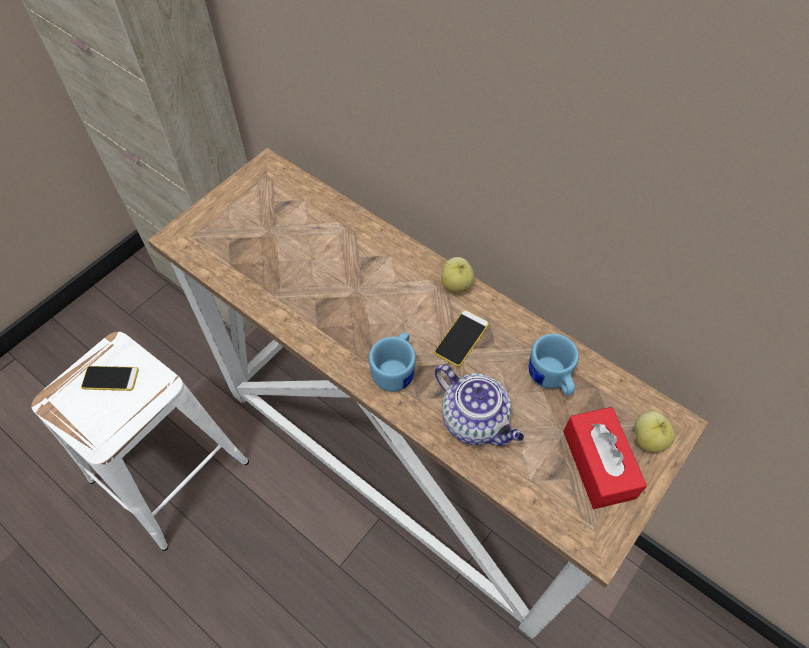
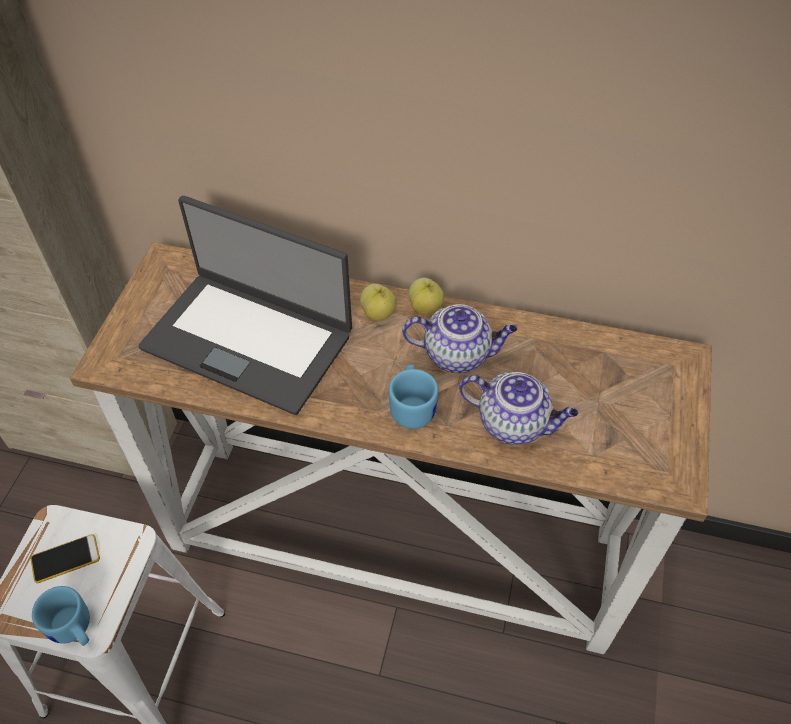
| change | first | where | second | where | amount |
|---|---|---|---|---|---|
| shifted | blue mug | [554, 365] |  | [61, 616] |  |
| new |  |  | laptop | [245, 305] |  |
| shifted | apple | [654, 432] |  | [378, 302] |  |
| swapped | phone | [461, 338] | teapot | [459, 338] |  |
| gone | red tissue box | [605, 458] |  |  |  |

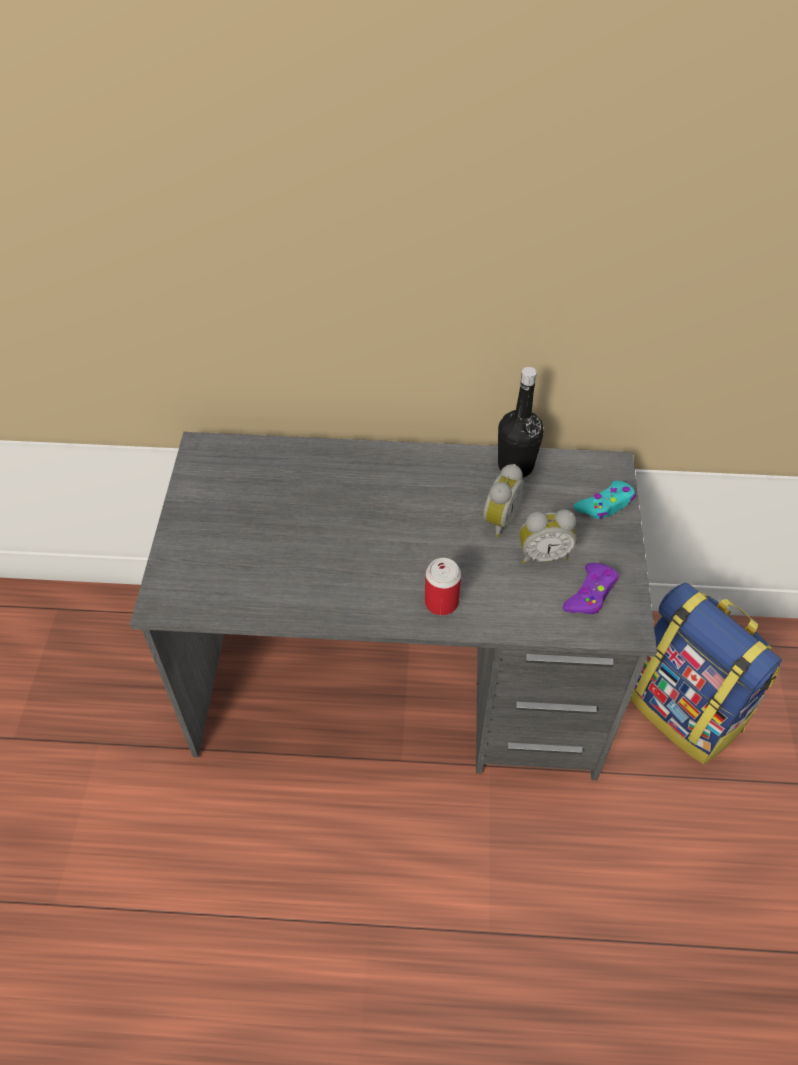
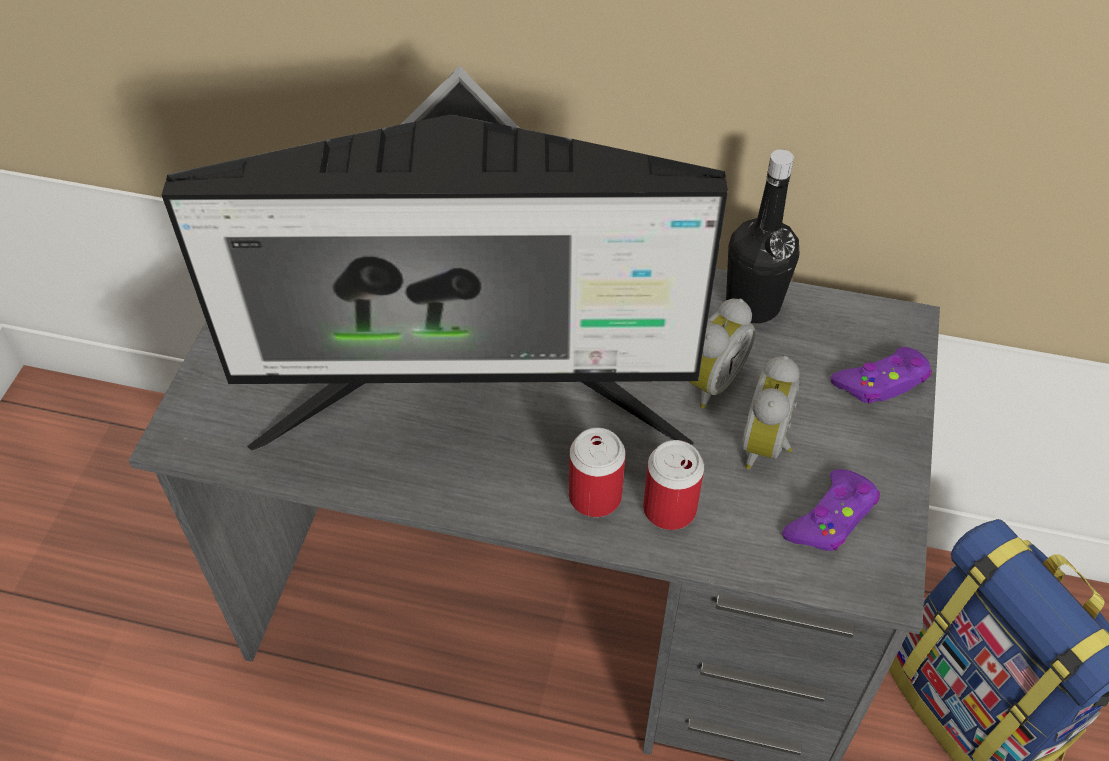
| change | first | where | second | where | amount |
|---|---|---|---|---|---|
| new |  |  | monitor | [445, 258] |  |
| new |  |  | can | [673, 485] |  |
| rotated | alarm clock | [548, 537] |  | [770, 412] | 105 degrees clockwise |
| repainted | turquoise game controller | [605, 500] | purple game controller | [881, 375] |  |

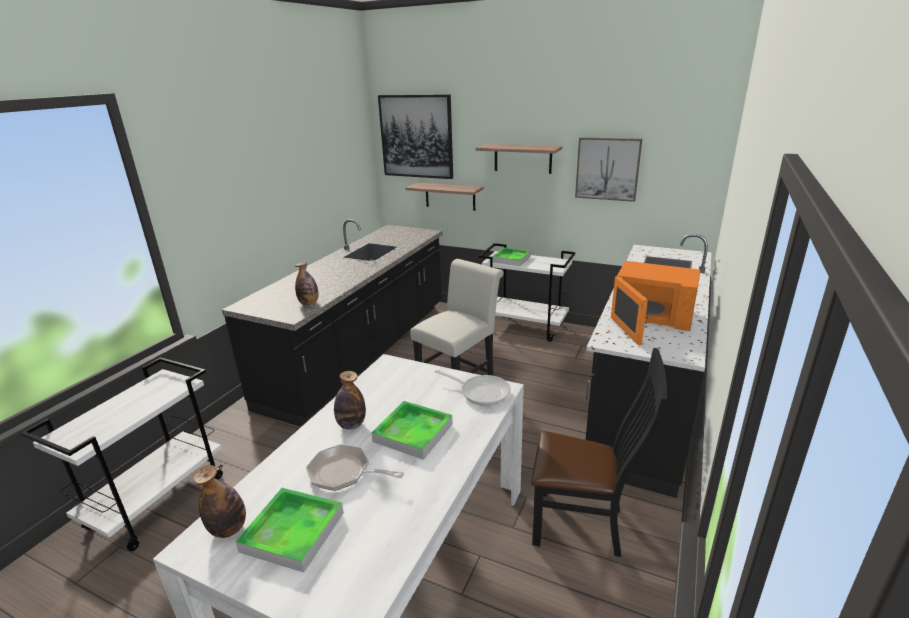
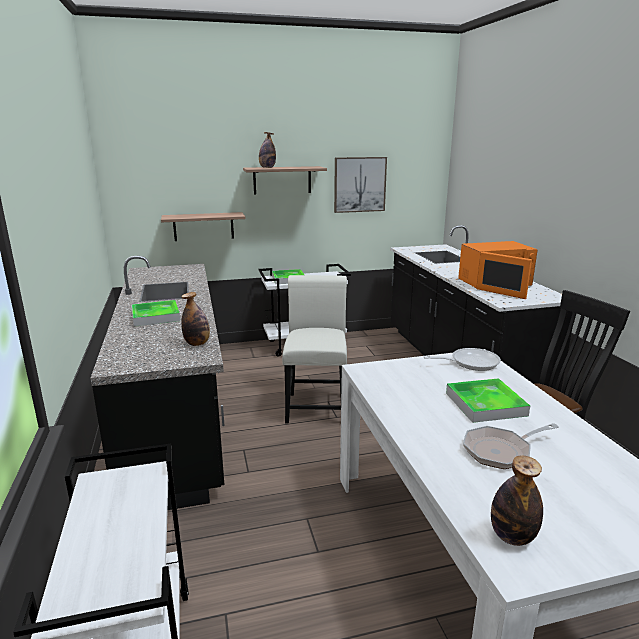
| change | first | where | second | where | amount |
|---|---|---|---|---|---|
| shifted | tray | [289, 530] |  | [156, 313] |  |
| shifted | bottle | [350, 400] |  | [267, 150] |  |
| gone | picture | [415, 136] |  |  |  |

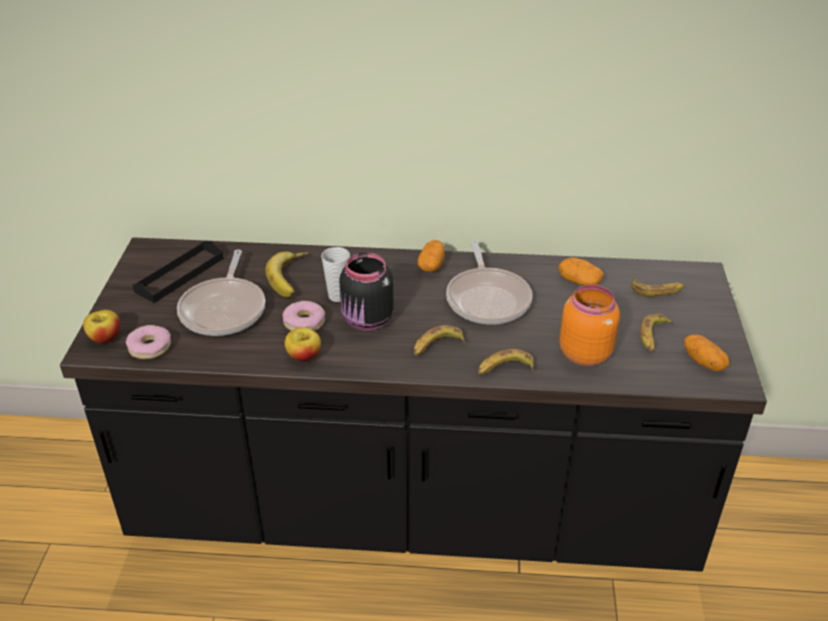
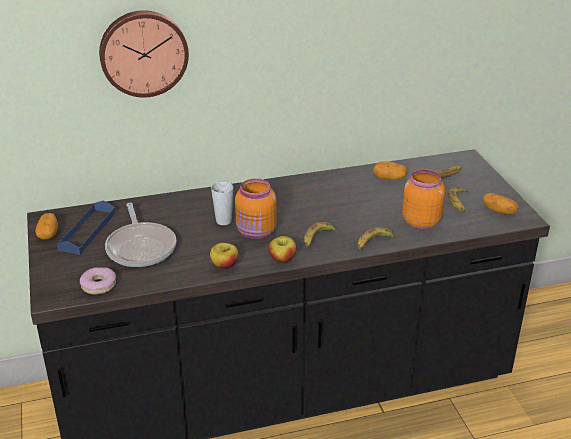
| change | first | where | second | where | amount |
|---|---|---|---|---|---|
| shifted | potato | [431, 256] |  | [46, 226] |  |
| repainted | black tray | [178, 272] | blue tray | [86, 227] |  |
| new |  |  | wall clock | [144, 53] |  |
| repainted | black jar | [367, 292] | orange jar | [256, 209] |  |
| shifted | apple | [101, 327] |  | [283, 249] |  |
| gone | banana | [287, 274] |  |  |  |
| gone | donut | [304, 316] |  |  |  |
| gone | frying pan | [489, 283] |  |  |  |

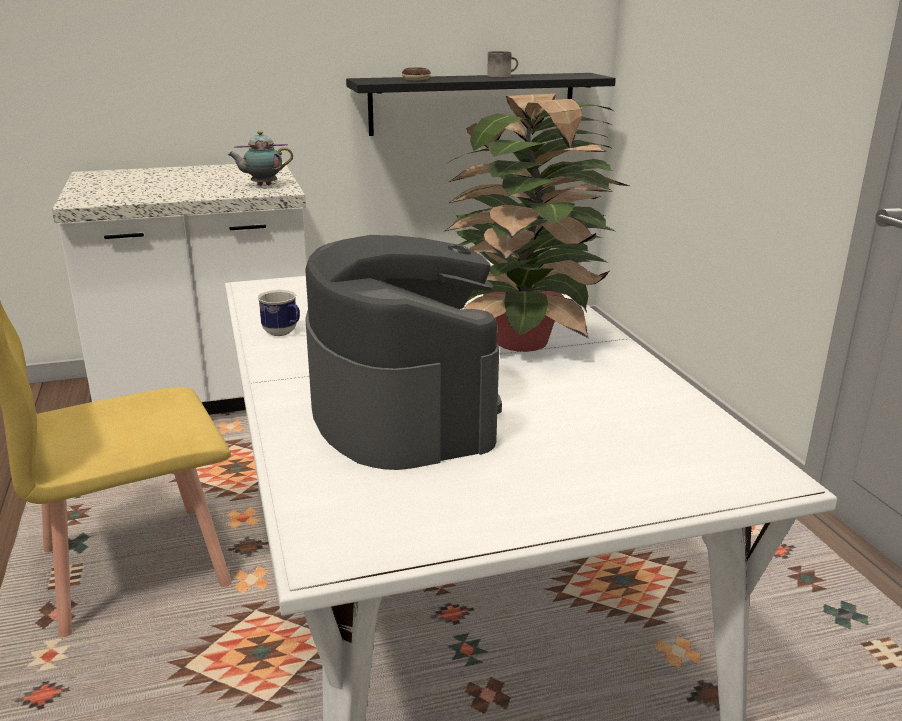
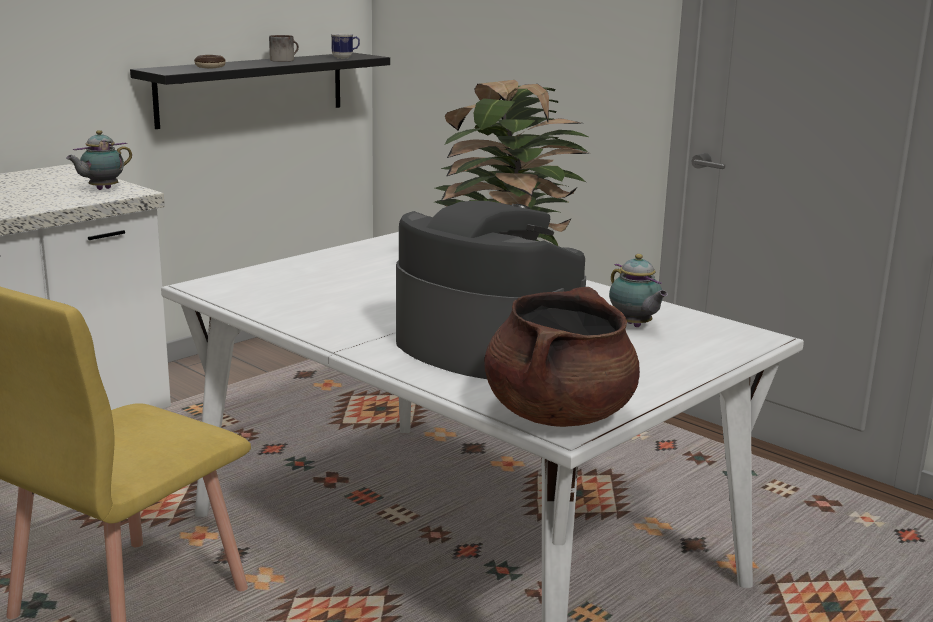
| change | first | where | second | where | amount |
|---|---|---|---|---|---|
| shifted | mug | [279, 313] |  | [345, 46] |  |
| new |  |  | brown cooking pot | [562, 357] |  |
| new |  |  | teapot | [638, 290] |  |

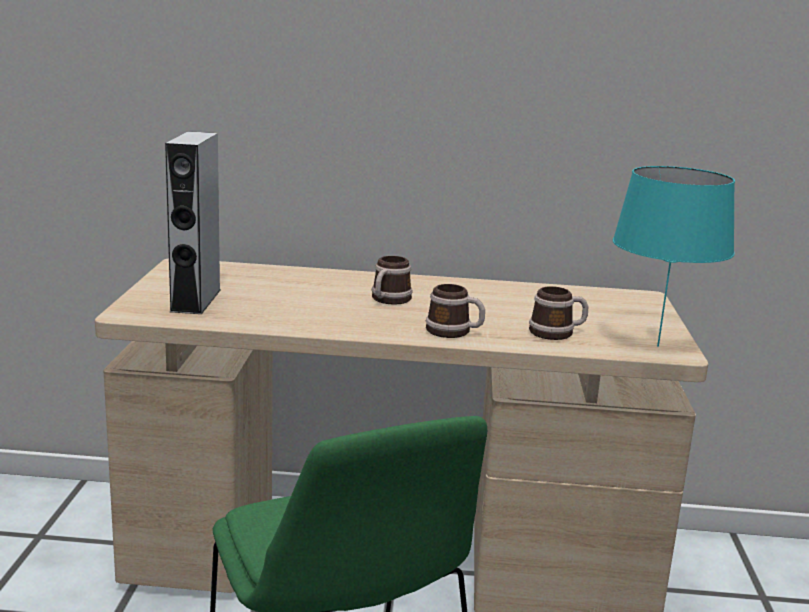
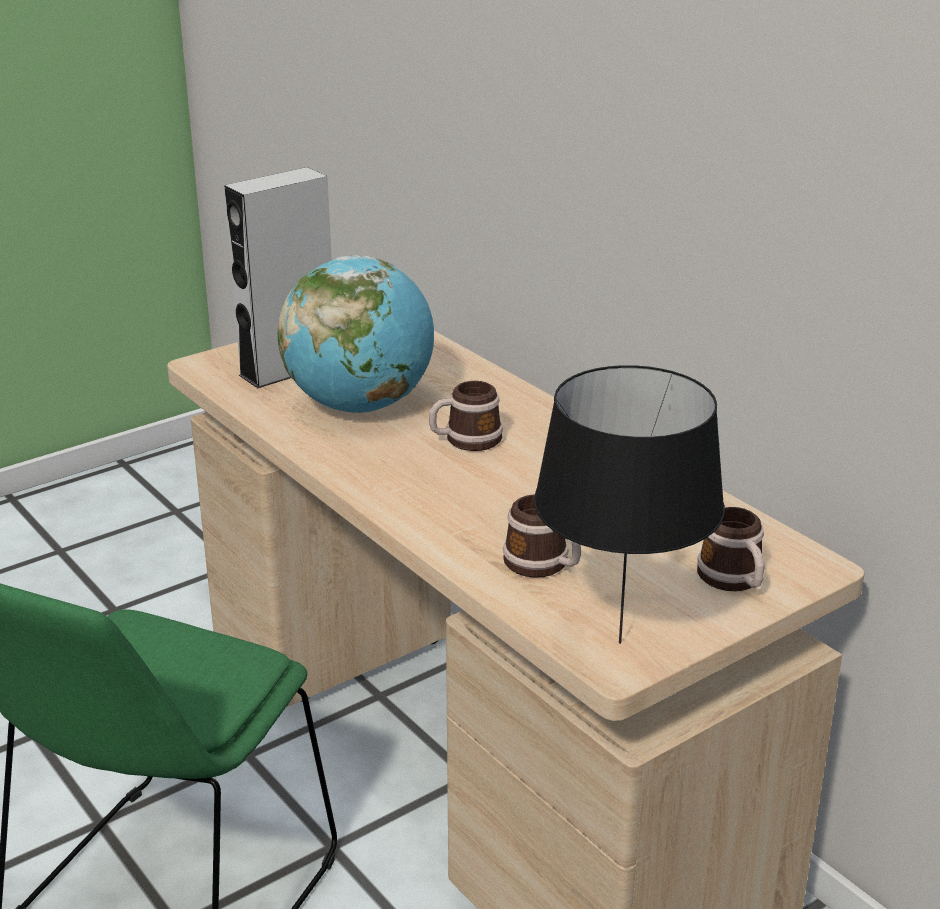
| change | first | where | second | where | amount |
|---|---|---|---|---|---|
| new |  |  | globe | [356, 334] |  |
| repainted | turquoise table lamp | [674, 256] | black table lamp | [629, 504] |  |
| shifted | mug | [455, 311] |  | [731, 549] |  |

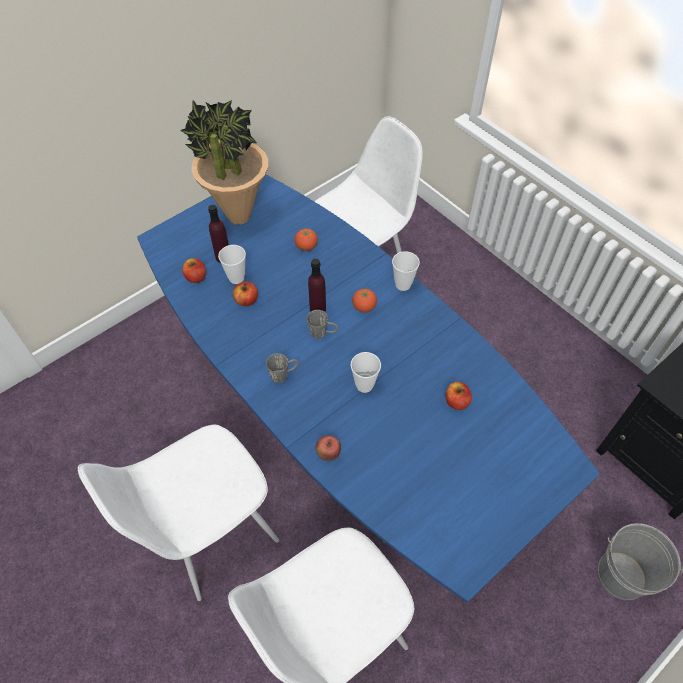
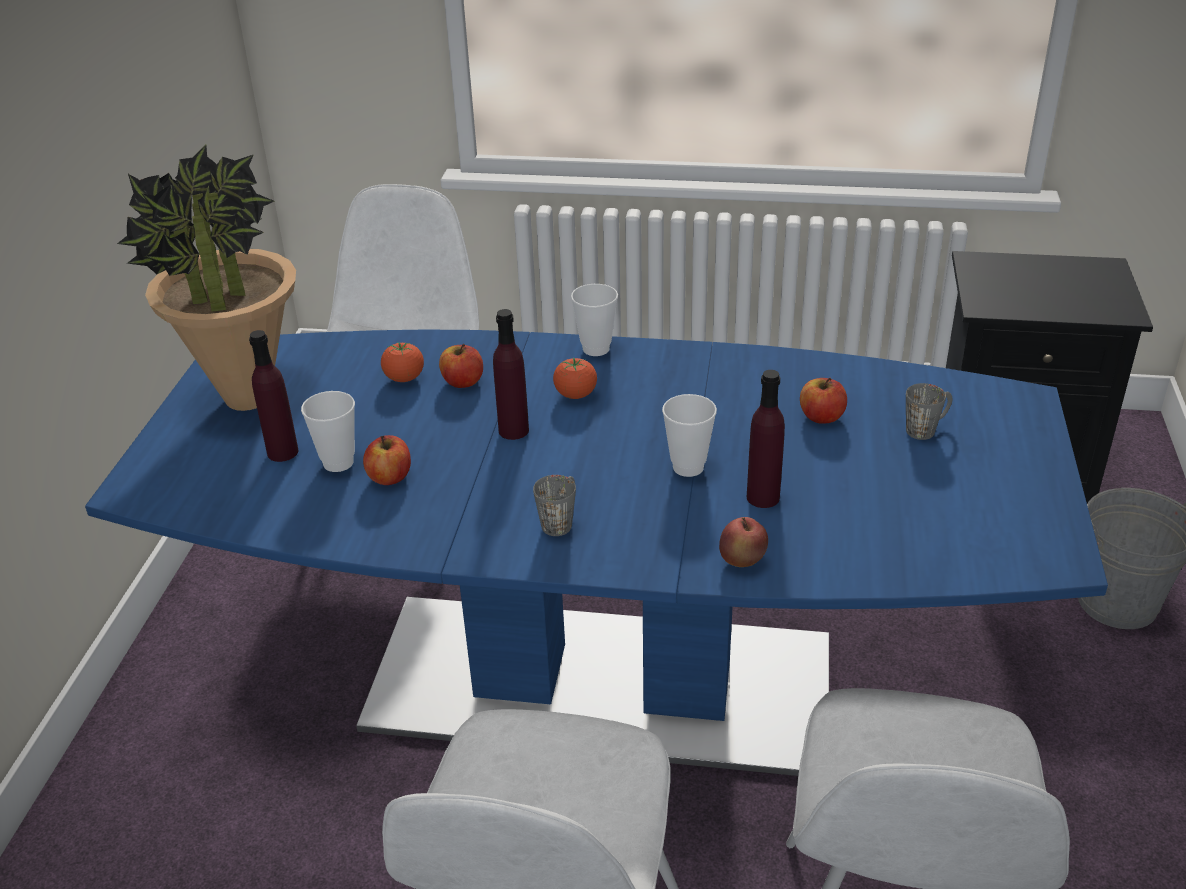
| change | first | where | second | where | amount |
|---|---|---|---|---|---|
| shifted | apple | [194, 270] |  | [461, 366] |  |
| new |  |  | purple bottle | [766, 439] |  |
| shifted | grey mug | [323, 324] |  | [929, 411] |  |

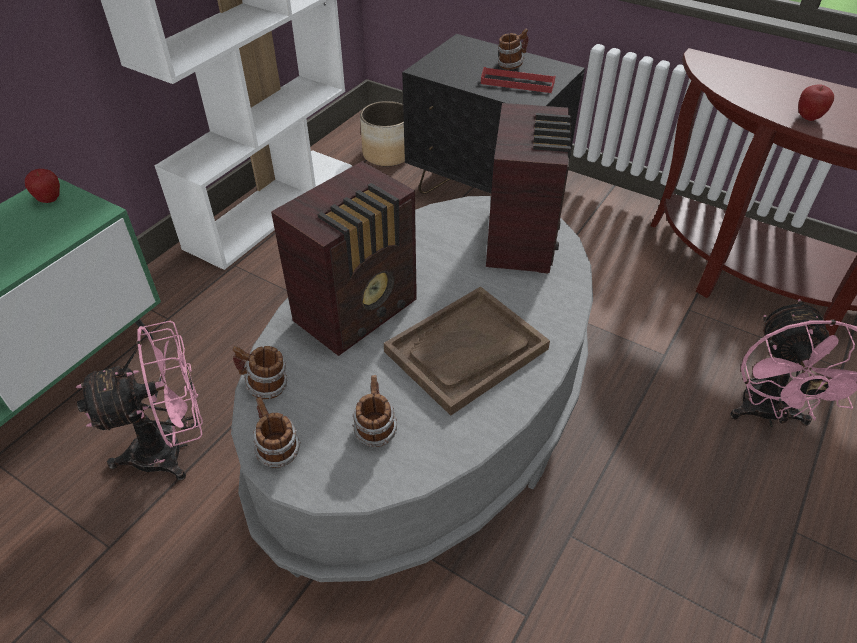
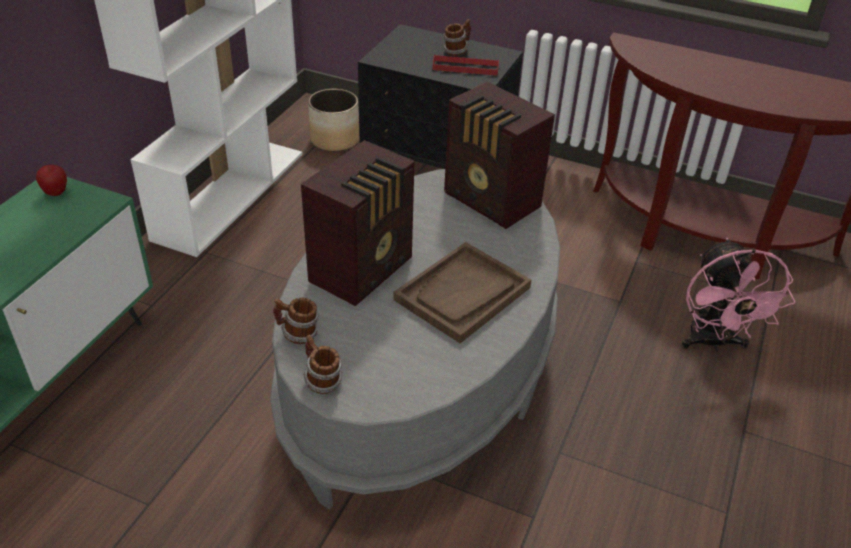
| change | first | where | second | where | amount |
|---|---|---|---|---|---|
| rotated | radio | [528, 188] |  | [499, 155] | 135 degrees clockwise |
| gone | pink fan | [139, 401] |  |  |  |
| gone | mug | [374, 411] |  |  |  |
| gone | apple | [816, 103] |  |  |  |

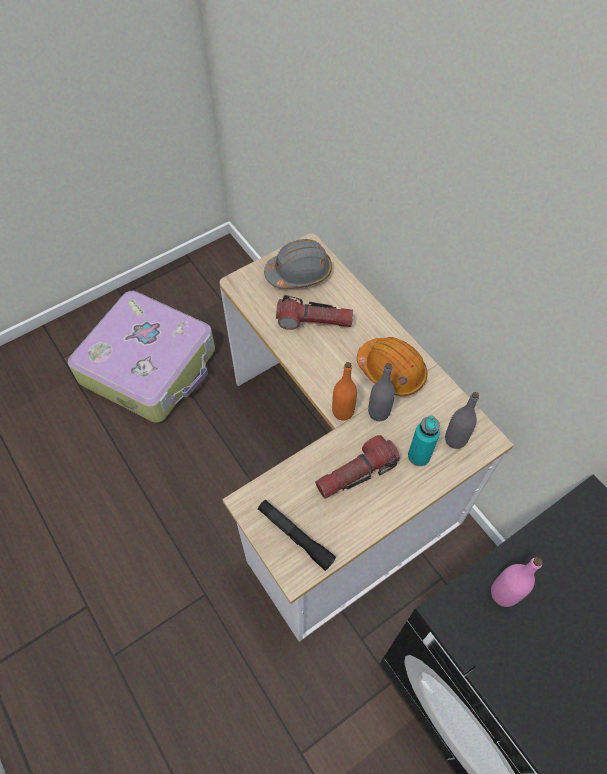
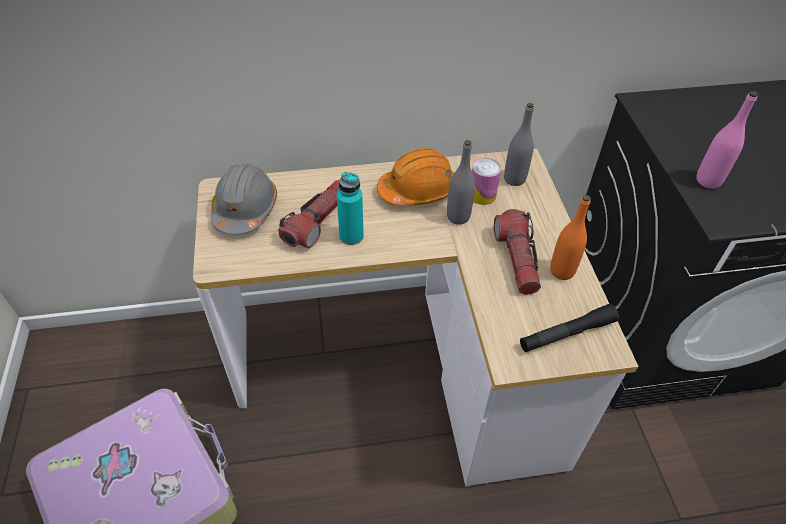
| change | first | where | second | where | amount |
|---|---|---|---|---|---|
| shifted | turquoise bottle | [424, 440] |  | [350, 208] |  |
| new |  |  | can | [486, 181] |  |
| shifted | orange bottle | [344, 391] |  | [570, 237] |  |

